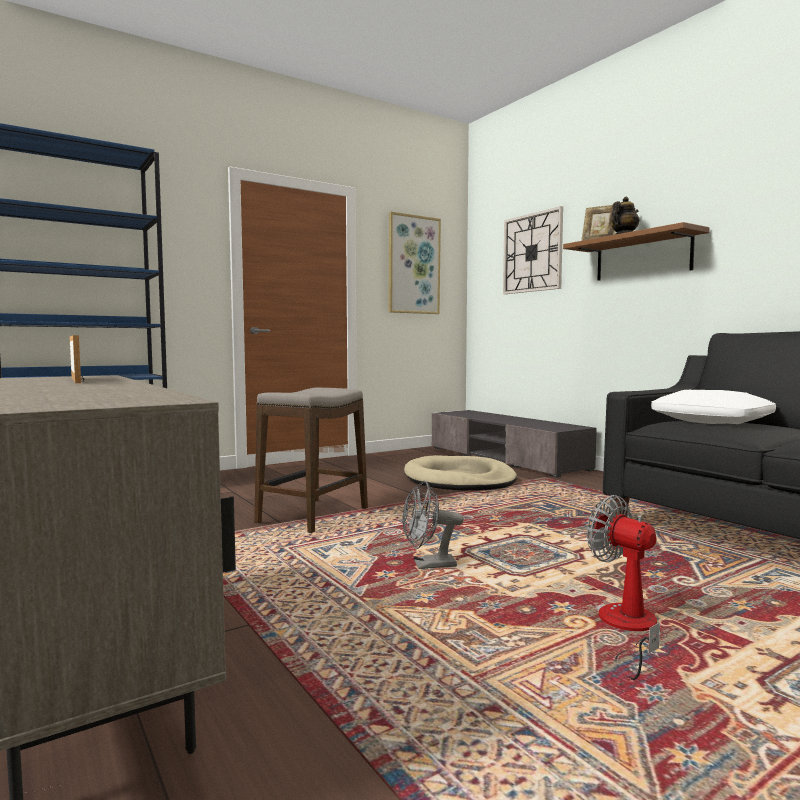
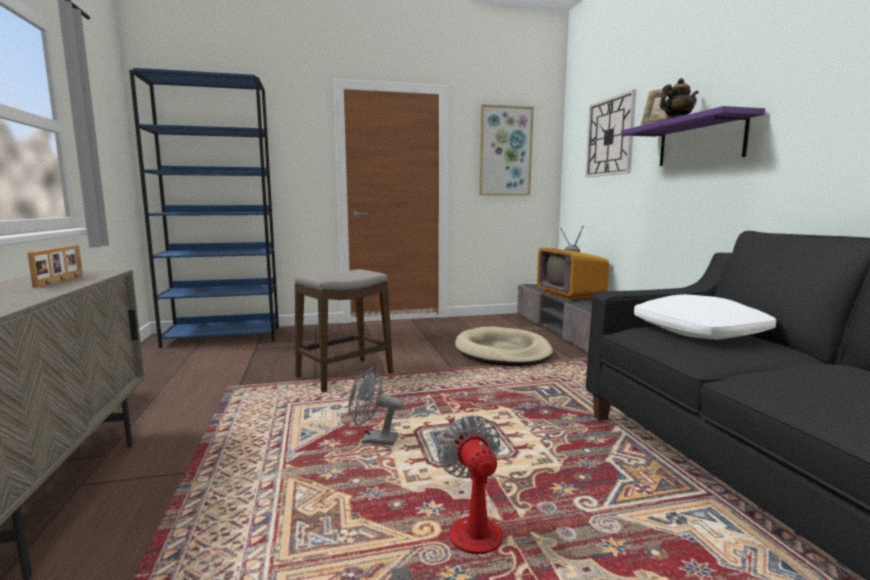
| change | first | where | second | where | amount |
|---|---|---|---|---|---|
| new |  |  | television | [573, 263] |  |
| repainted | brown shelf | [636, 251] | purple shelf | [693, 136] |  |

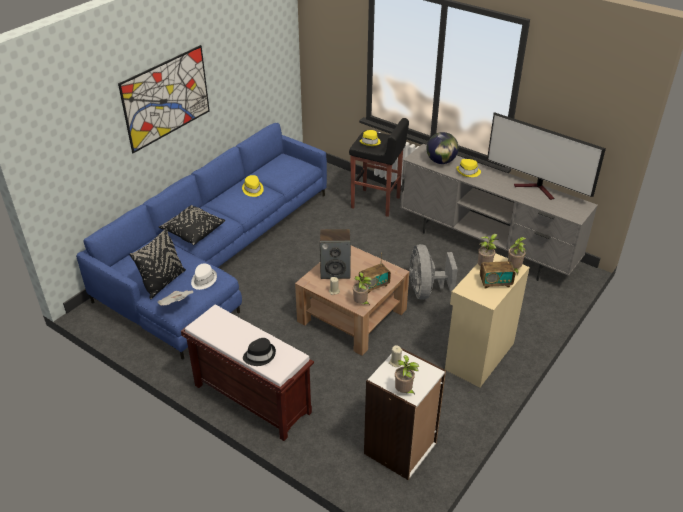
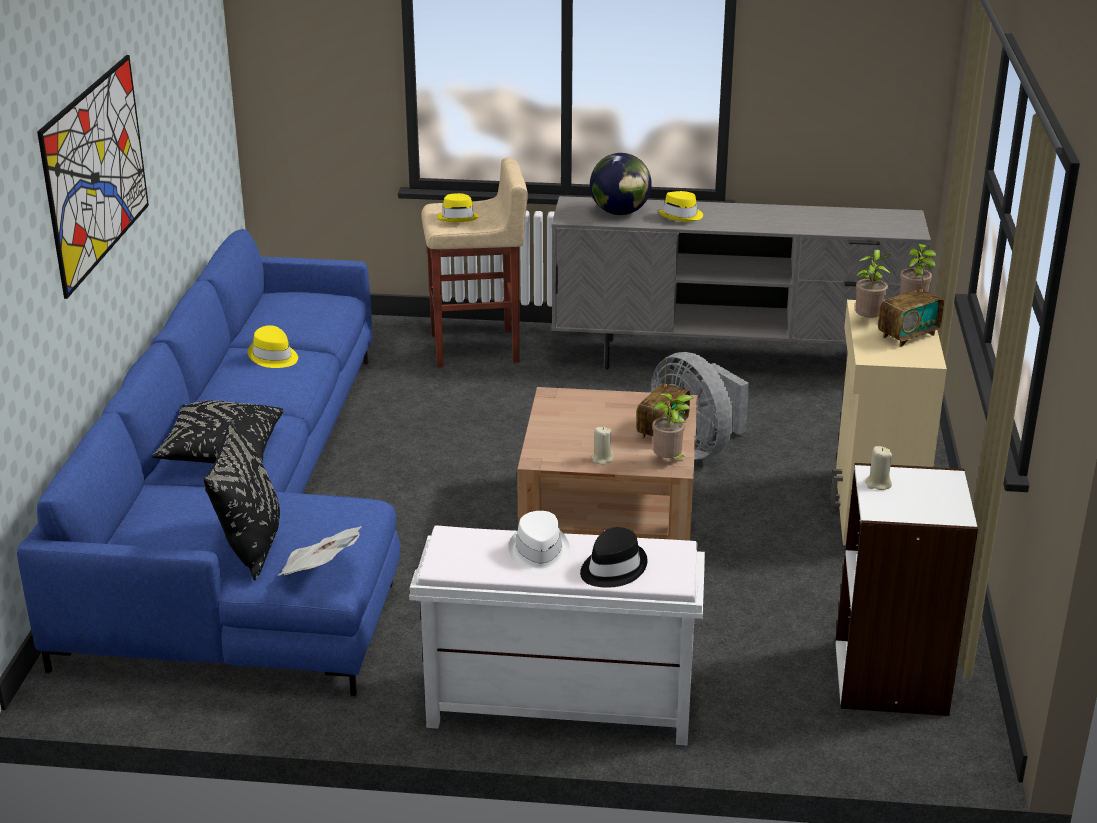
| change | first | where | second | where | amount |
|---|---|---|---|---|---|
| repainted | brown bench | [247, 373] | white bench | [557, 636] |  |
| repainted | black stool | [379, 167] | beige stool | [474, 263] |  |
| shifted | white hat | [204, 277] |  | [539, 542] |  |
| gone | speaker | [335, 254] |  |  |  |
| gone | potted plant | [407, 374] |  |  |  |
| gone | television | [546, 156] |  |  |  |

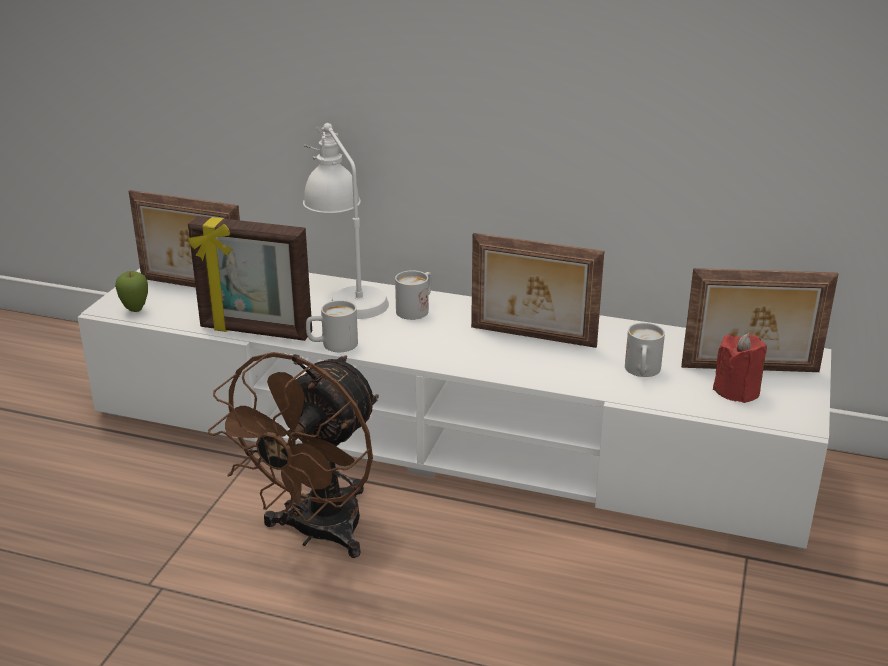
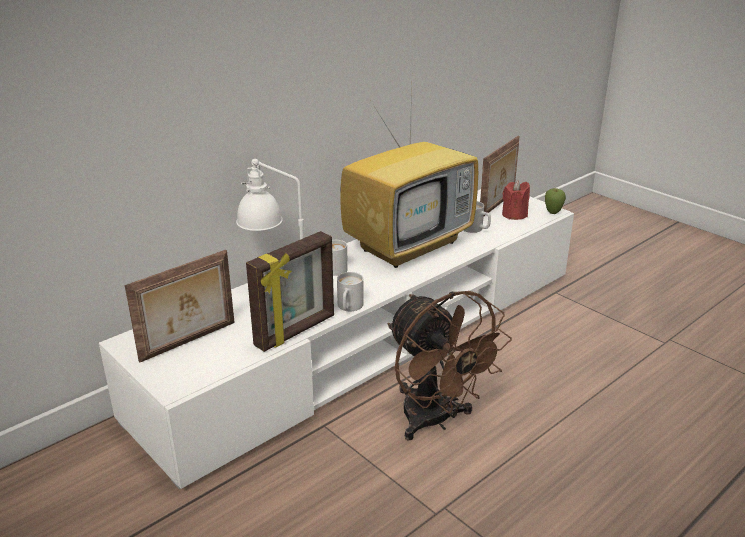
| change | first | where | second | where | amount |
|---|---|---|---|---|---|
| swapped | picture frame | [537, 290] | television | [409, 179] |  |
| shifted | apple | [131, 291] |  | [555, 201] |  |

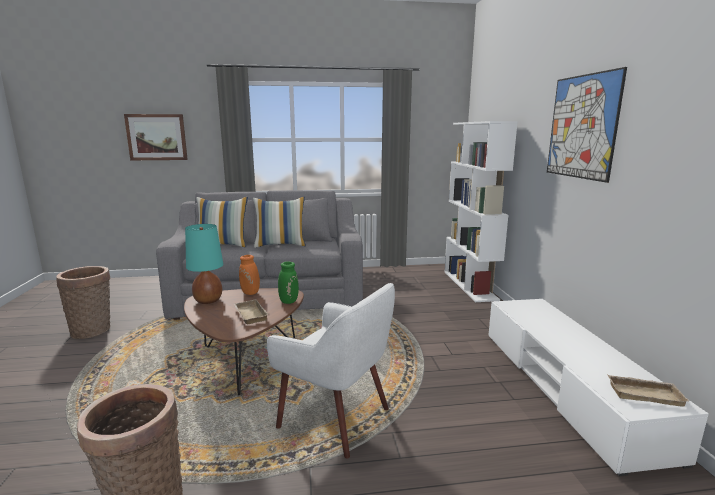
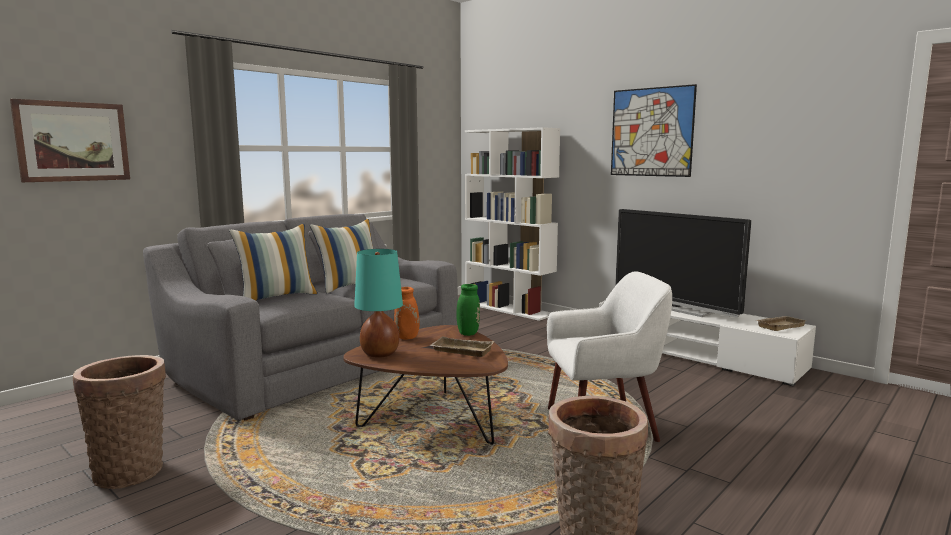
| change | first | where | second | where | amount |
|---|---|---|---|---|---|
| new |  |  | television | [683, 263] |  |

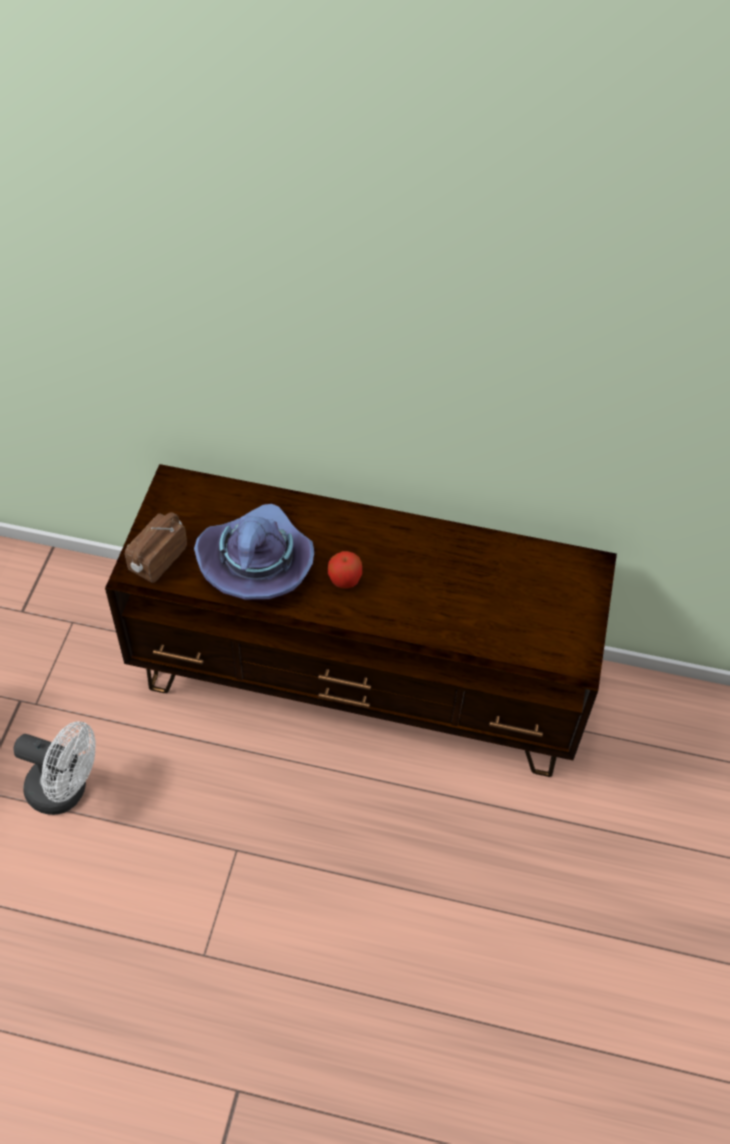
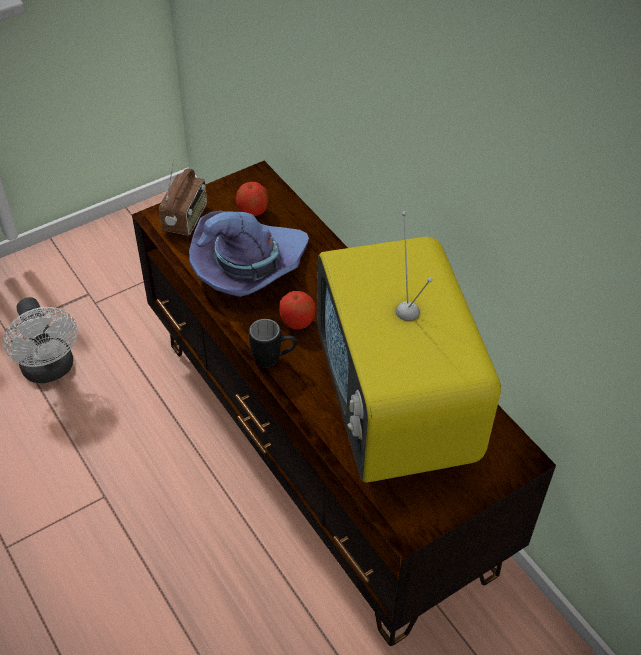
| change | first | where | second | where | amount |
|---|---|---|---|---|---|
| rotated | radio | [156, 547] |  | [183, 197] | 120 degrees clockwise |
| new |  |  | apple | [252, 199] |  |
| new |  |  | black mug | [273, 343] |  |
| new |  |  | television | [409, 347] |  |

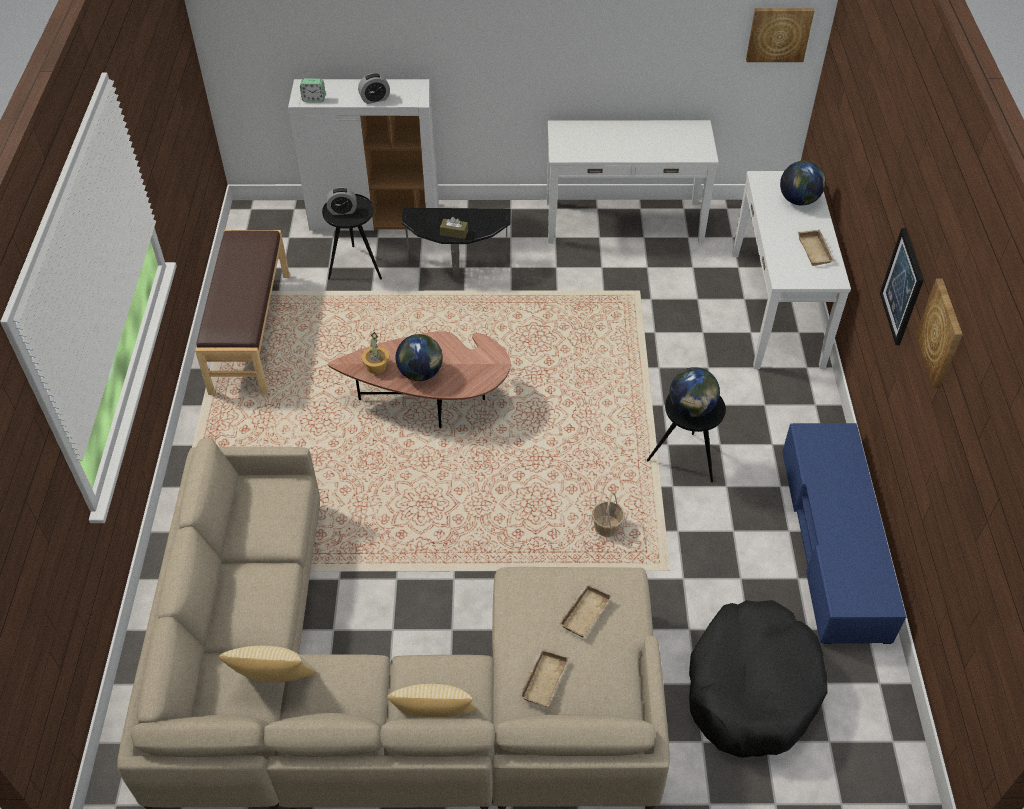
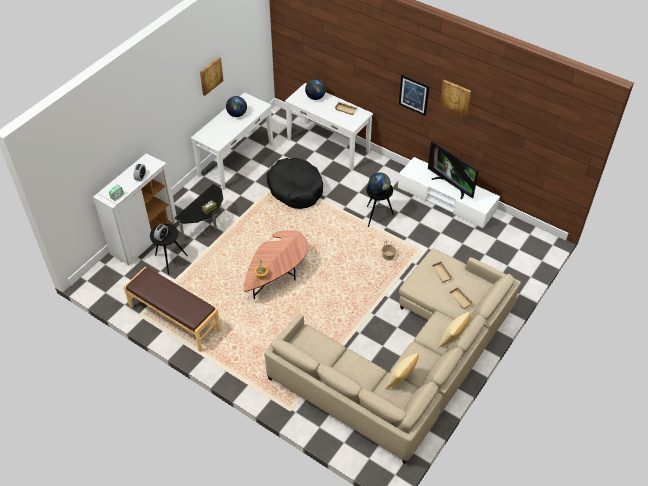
| change | first | where | second | where | amount |
|---|---|---|---|---|---|
| shifted | picture | [780, 35] |  | [211, 76] |  |
| shifted | globe | [419, 357] |  | [236, 106] |  |
| shifted | black dog bed | [758, 679] |  | [295, 183] |  |
| repainted | blue tv stand | [844, 533] | white tv stand | [449, 192] |  |
| new |  |  | television | [453, 170] |  |

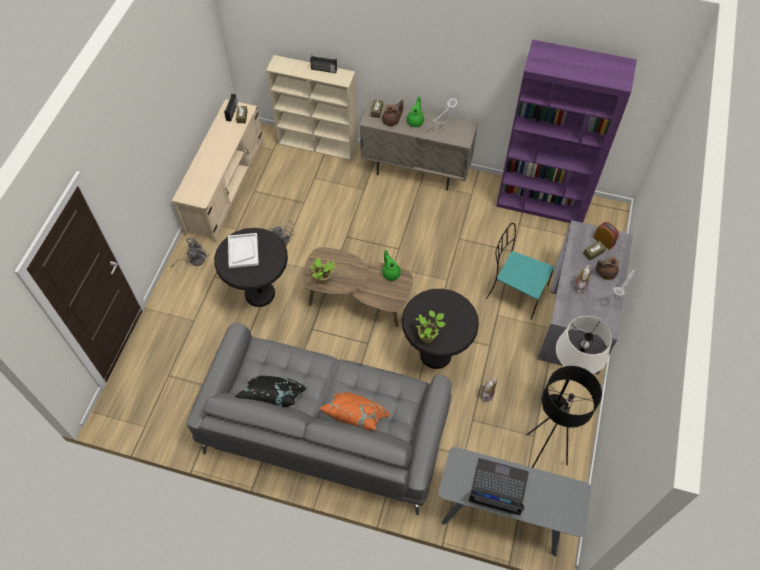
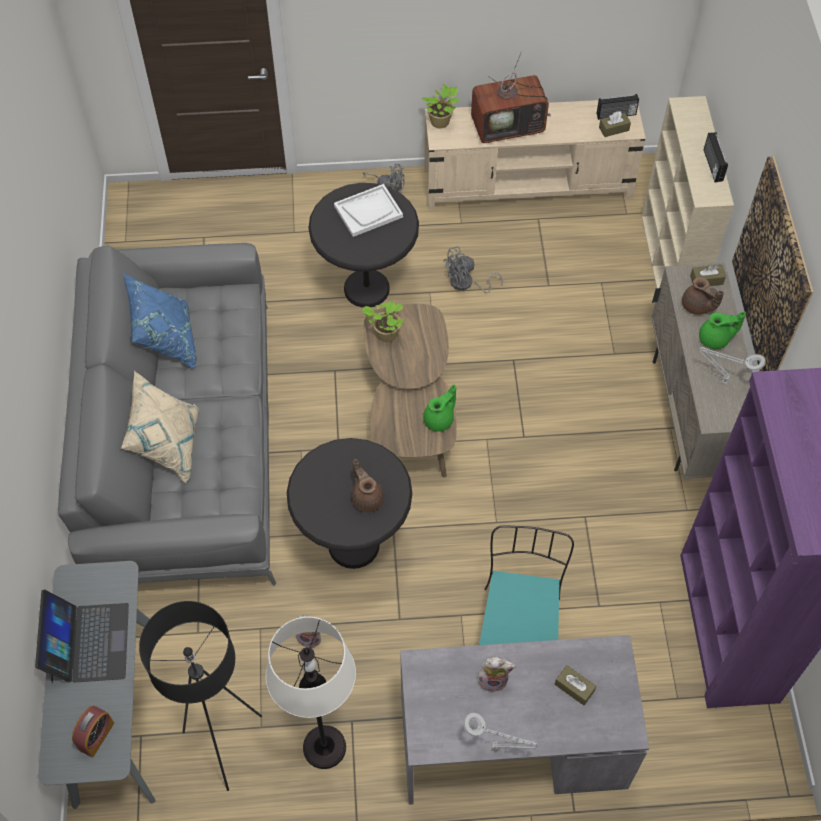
| change | first | where | second | where | amount |
|---|---|---|---|---|---|
| shifted | alarm clock | [606, 236] |  | [93, 731] |  |
| repainted | orange pillow | [354, 411] | beige pillow | [160, 427] |  |
| repainted | black pillow | [271, 391] | blue pillow | [160, 321] |  |
| shifted | brown teapot | [607, 268] |  | [368, 485] |  |
| shifted | potted plant | [430, 326] |  | [440, 106] |  |
| new |  |  | television | [511, 97] |  |
| new |  |  | picture | [772, 263] |  |

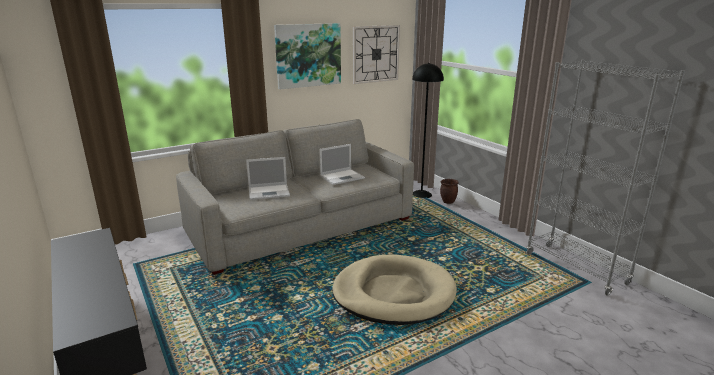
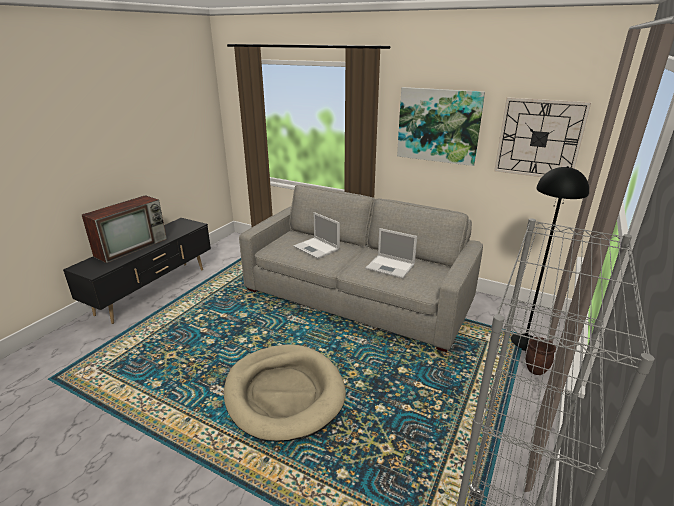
| change | first | where | second | where | amount |
|---|---|---|---|---|---|
| new |  |  | television | [124, 229] |  |

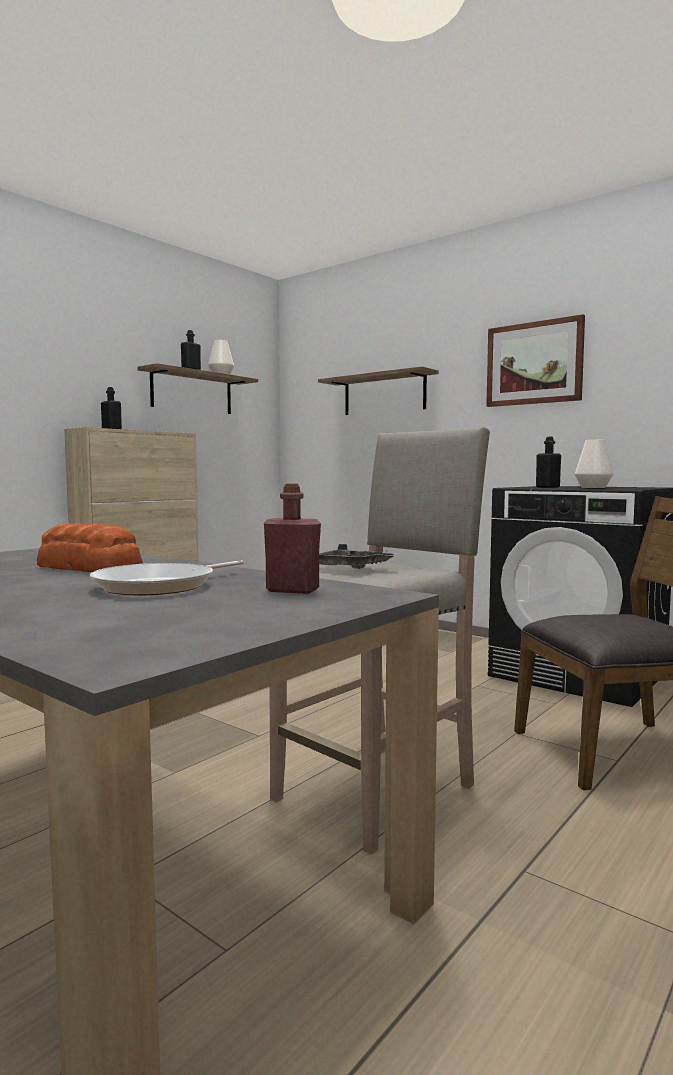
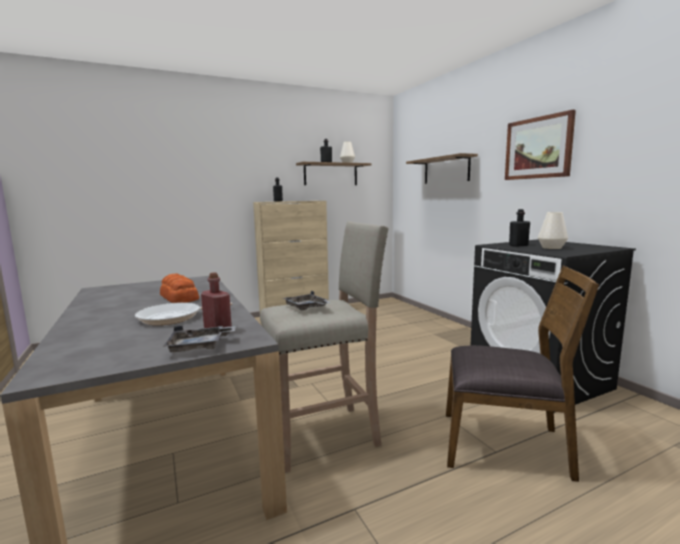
| change | first | where | second | where | amount |
|---|---|---|---|---|---|
| new |  |  | grey tray | [199, 339] |  |

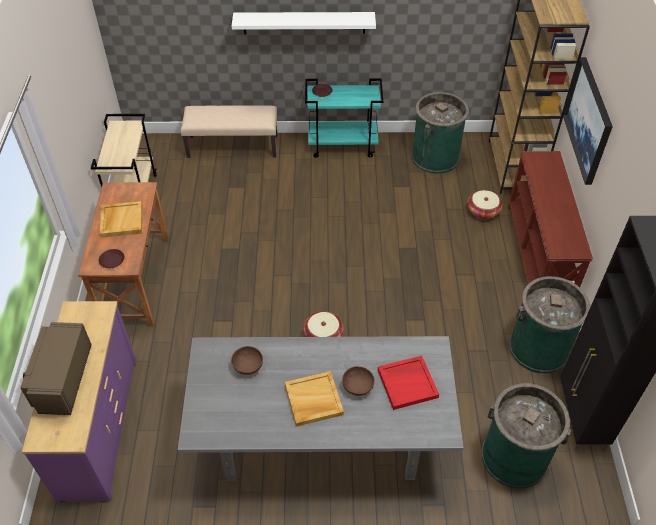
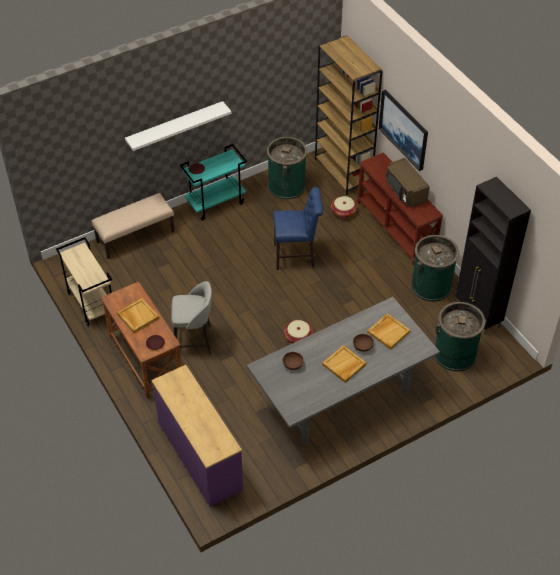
| change | first | where | second | where | amount |
|---|---|---|---|---|---|
| new |  |  | grey stool | [191, 317] |  |
| new |  |  | blue chair | [298, 228] |  |
| repainted | red tray | [408, 383] | beige tray | [388, 332] |  |
| shifted | brown microwave | [56, 368] |  | [408, 182] |  |

